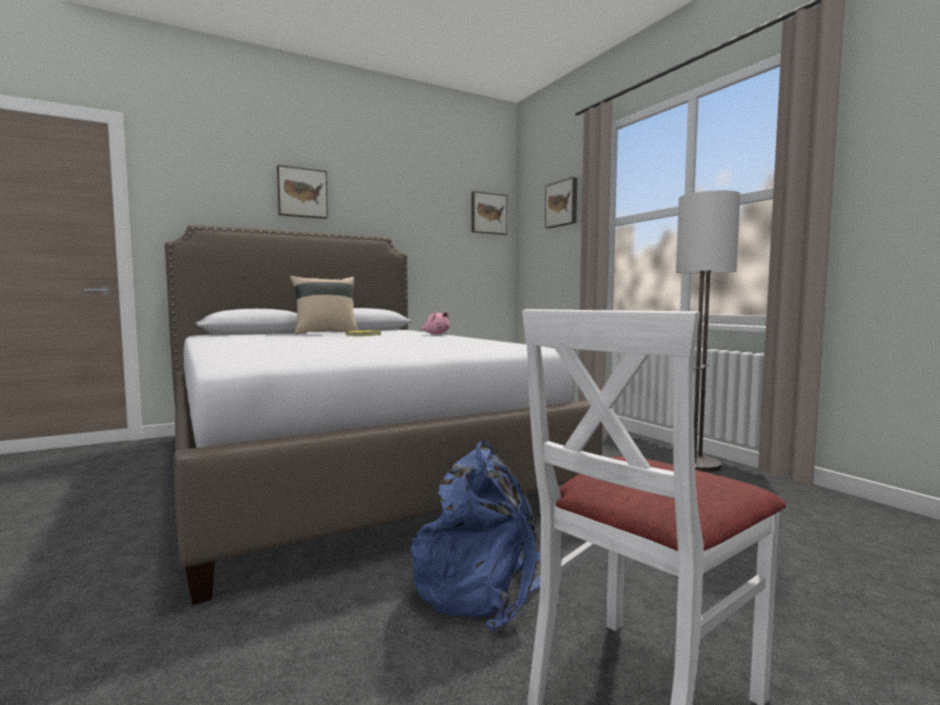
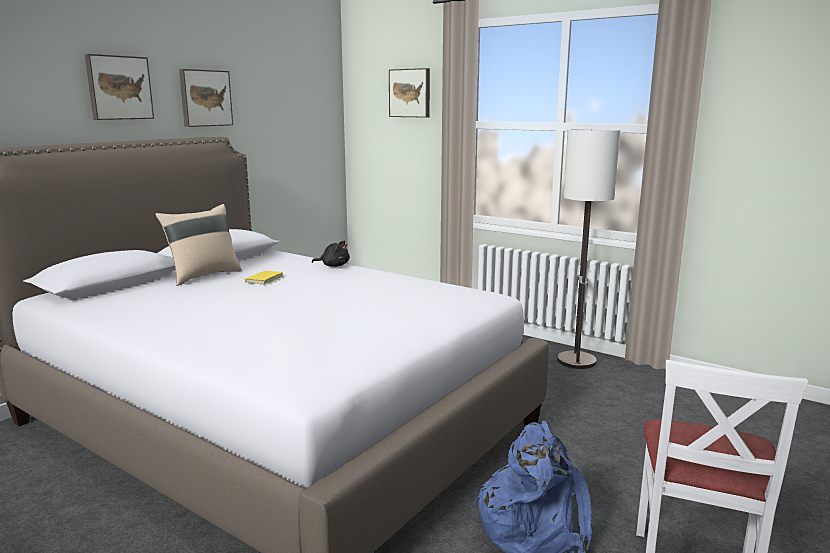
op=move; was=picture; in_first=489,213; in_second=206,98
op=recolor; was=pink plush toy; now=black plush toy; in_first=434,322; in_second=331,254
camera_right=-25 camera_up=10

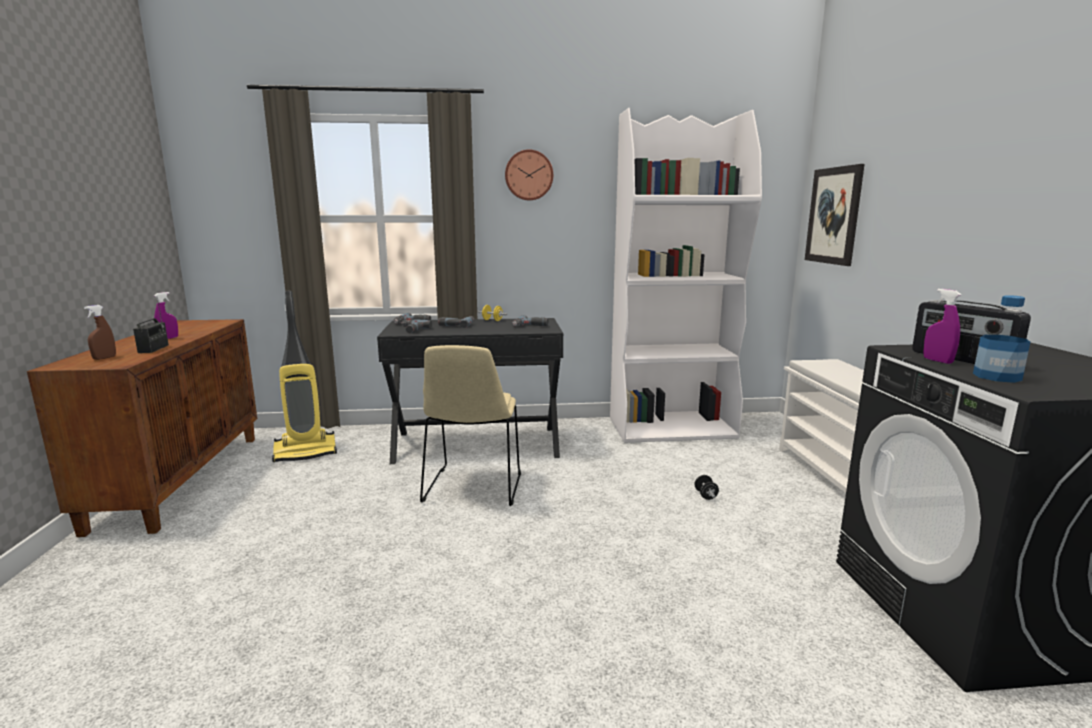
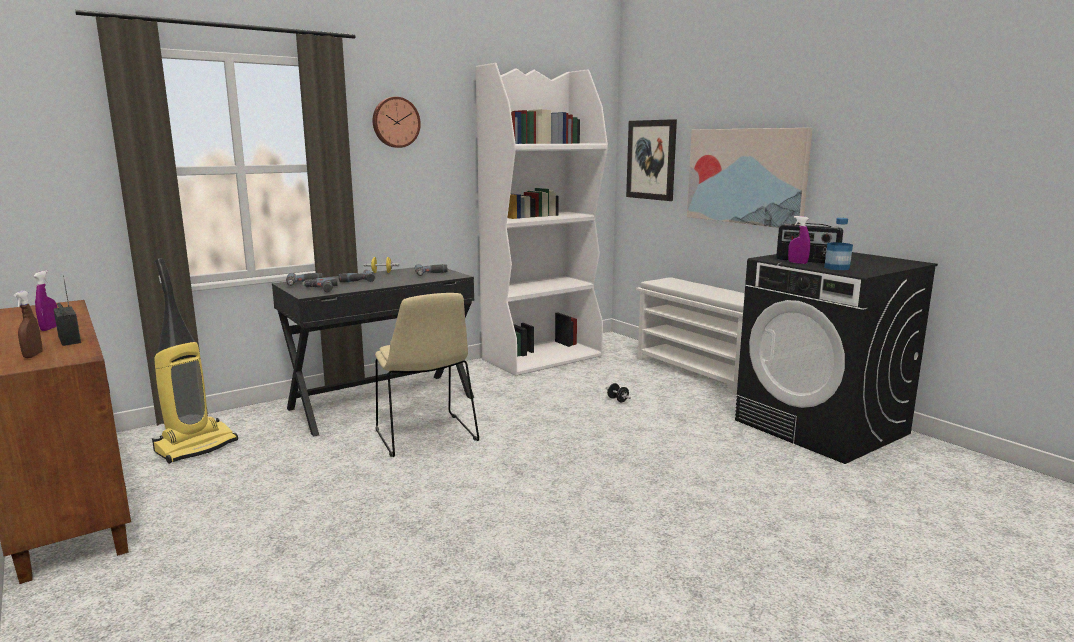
op=insert; now=picture; in_second=749,178
camera_right=-30 camera_up=0

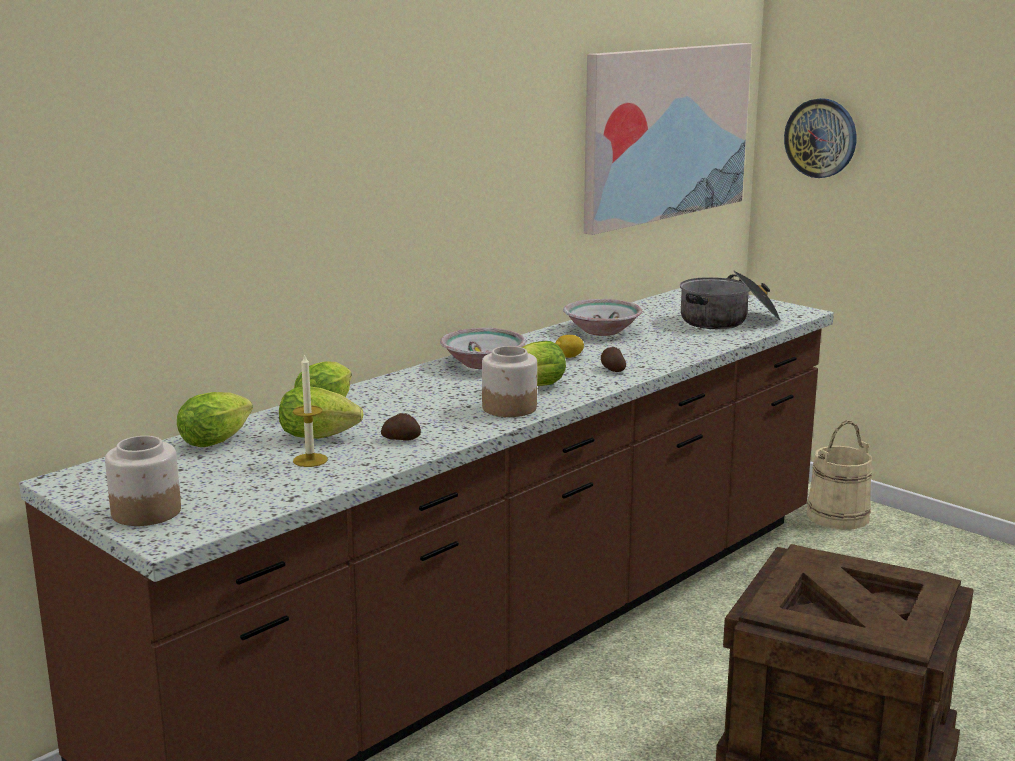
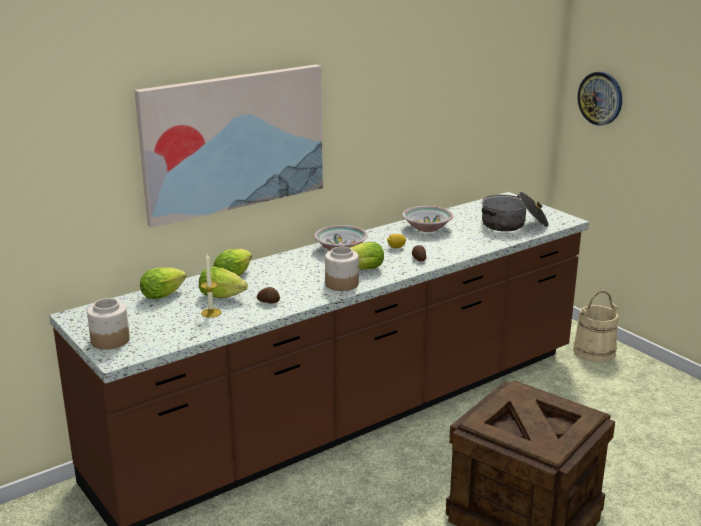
op=move; was=picture; in_first=668,139; in_second=229,146
camera_right=10 camera_up=5

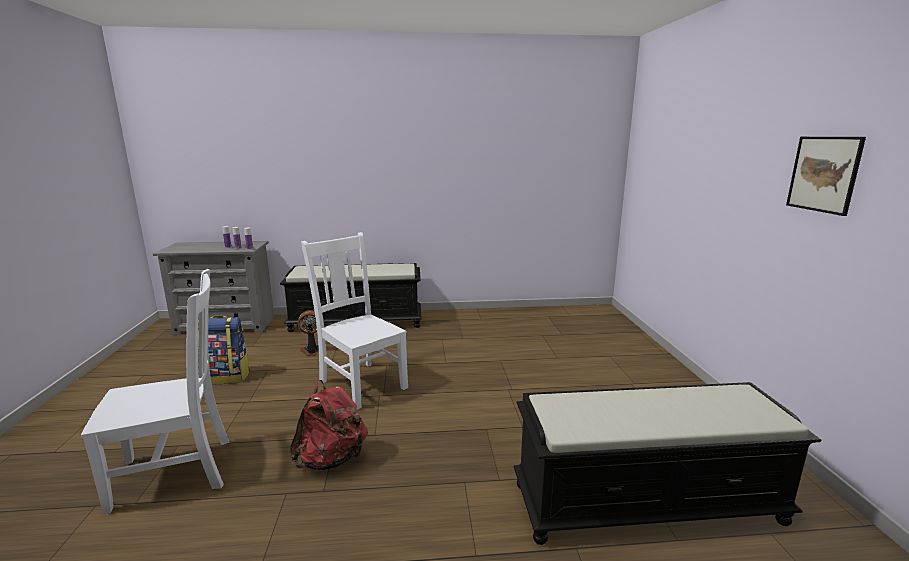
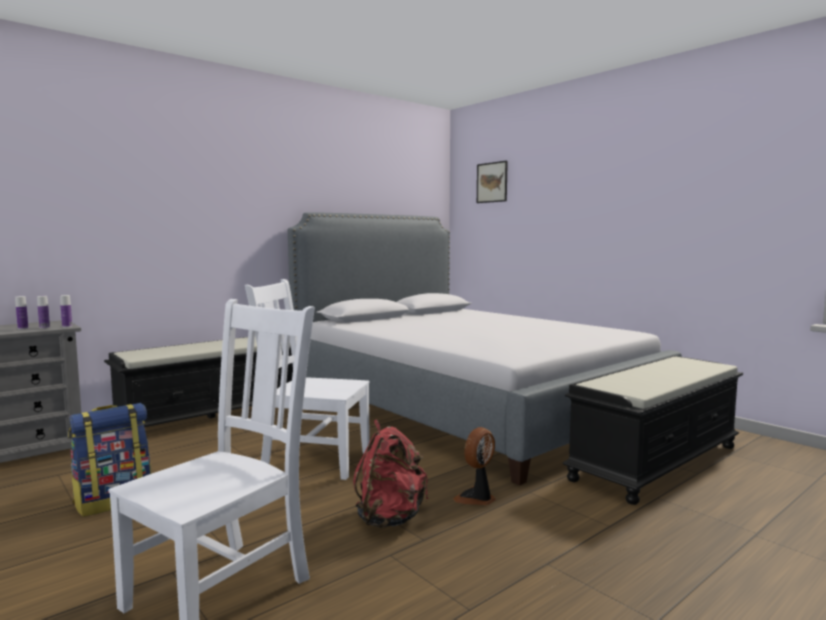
op=move; was=picture; in_first=826,176; in_second=492,182
op=move; was=fan; in_first=308,333; in_second=474,466
op=insert; now=bed; in_second=485,348
camera_right=-35 camera_up=-10

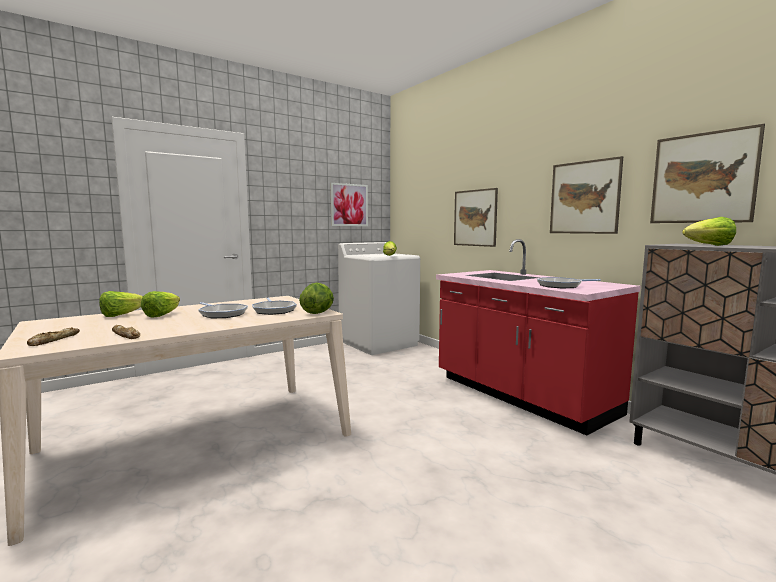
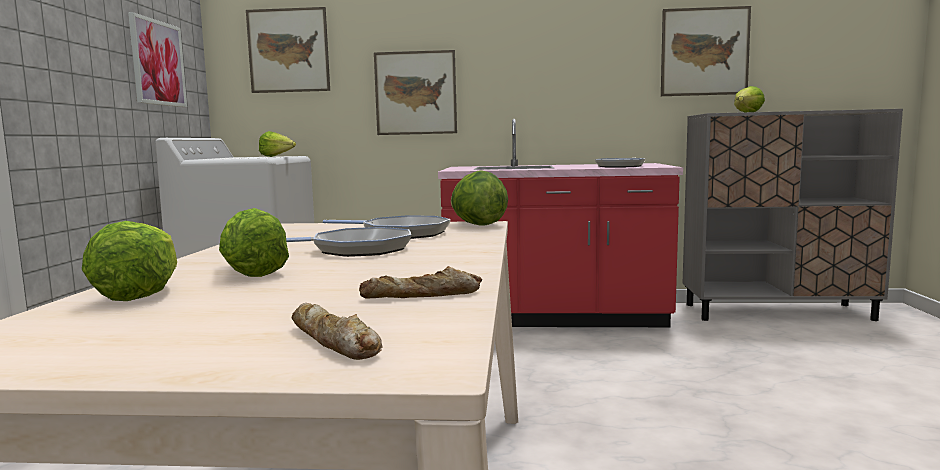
op=move; was=picture; in_first=586,195; in_second=288,50
camera_right=-50 camera_up=0

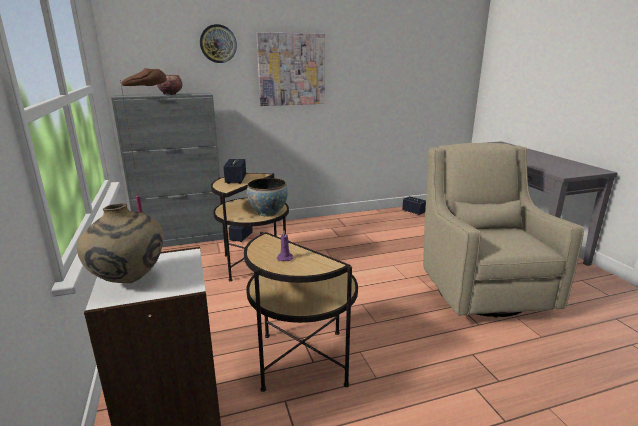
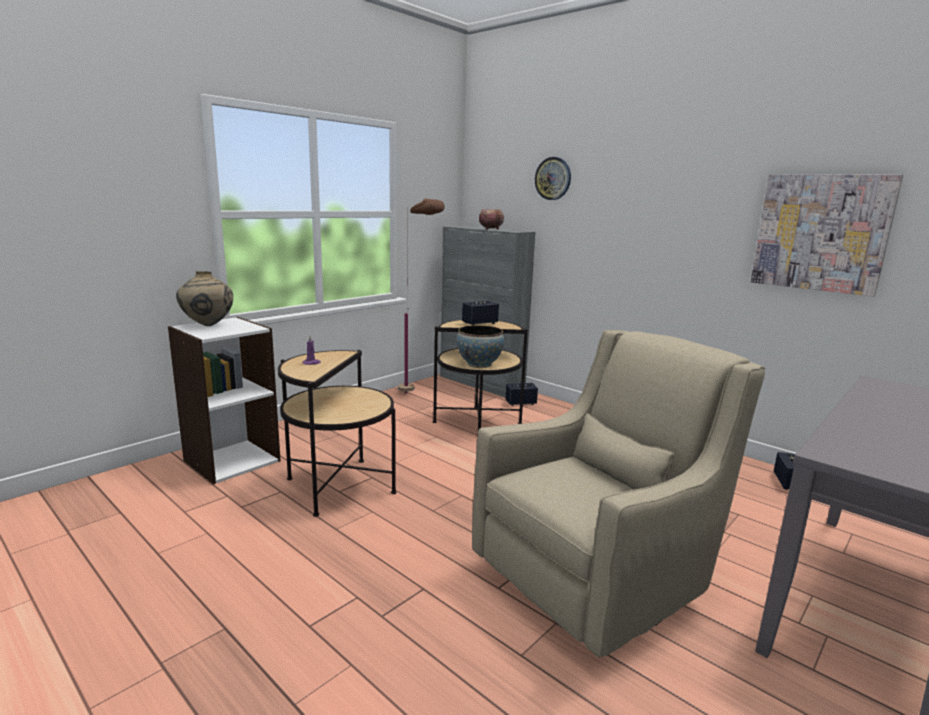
op=move; was=picture; in_first=291,69; in_second=827,235
camera_right=60 camera_up=-5

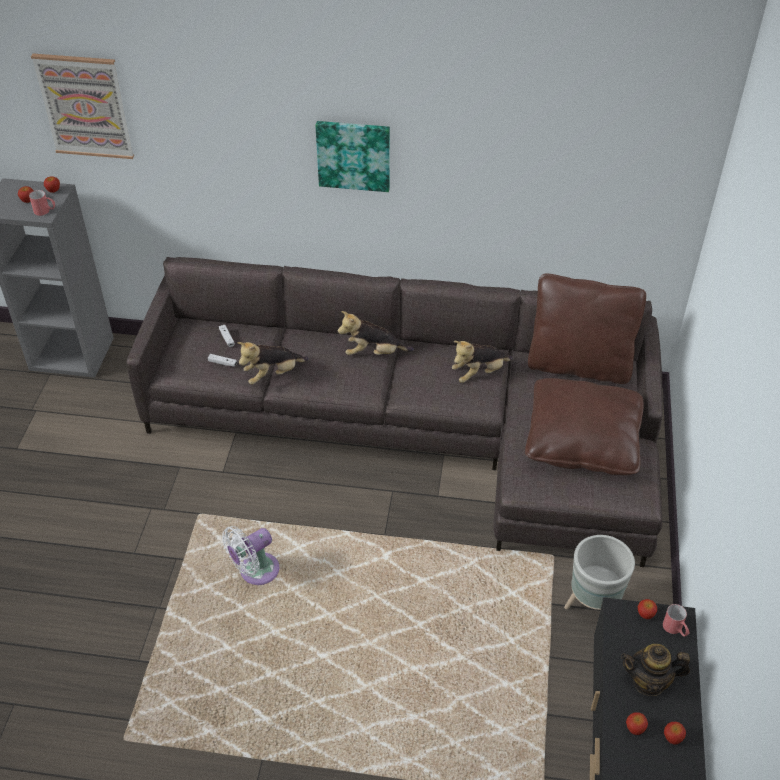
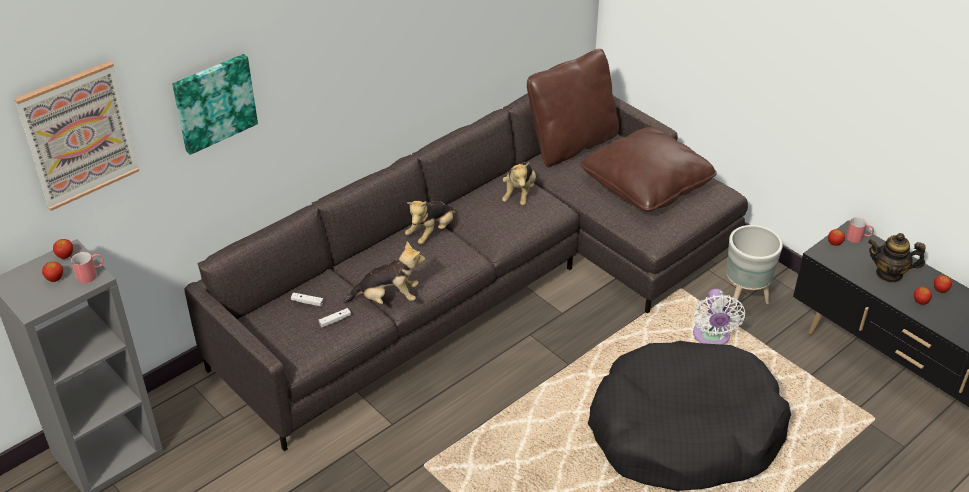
op=move; was=picture; in_first=353,156; in_second=215,104
op=rotate; was=plush toy; in_first=273,363; in_second=384,272; clockwise=-105
op=move; was=white fan; in_first=251,555; in_second=719,317
op=rotate; was=teapot; in_first=655,670; in_second=896,258; clockwise=60
op=insert; now=black dog bed; in_second=689,416
camera_right=-50 camera_up=-5

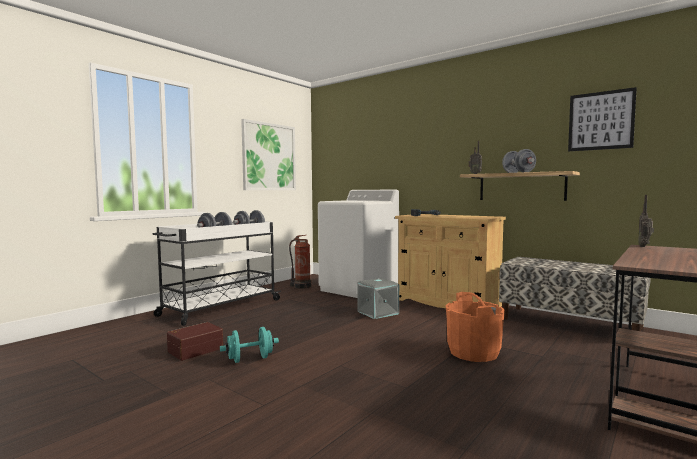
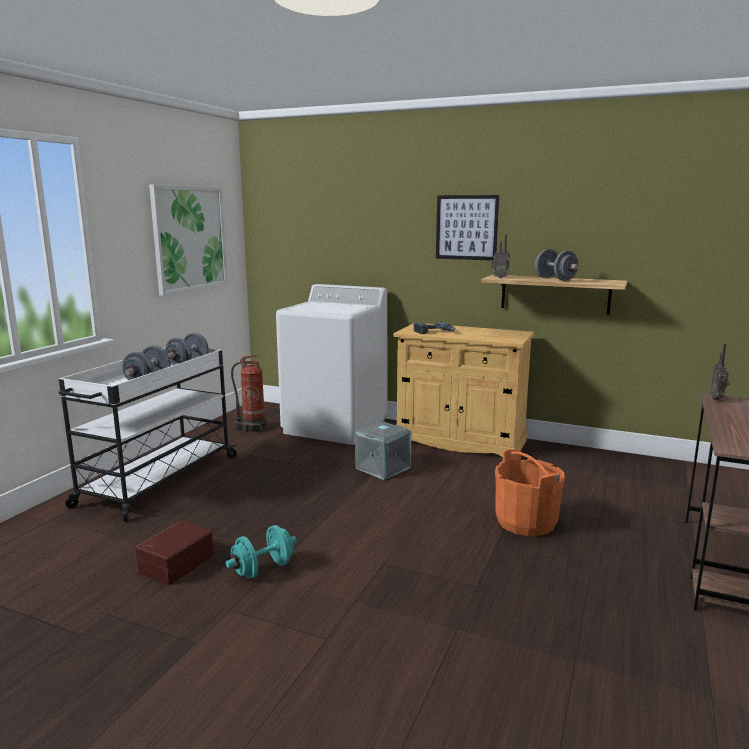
op=move; was=picture; in_first=602,119; in_second=467,228
op=delete; was=bench; in_first=575,294
camera_right=-15 camera_up=10

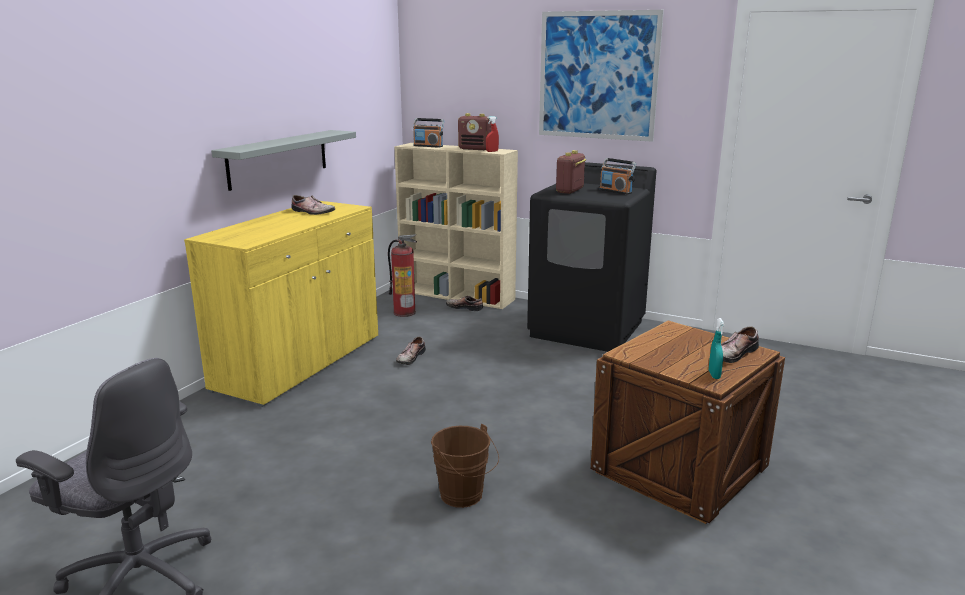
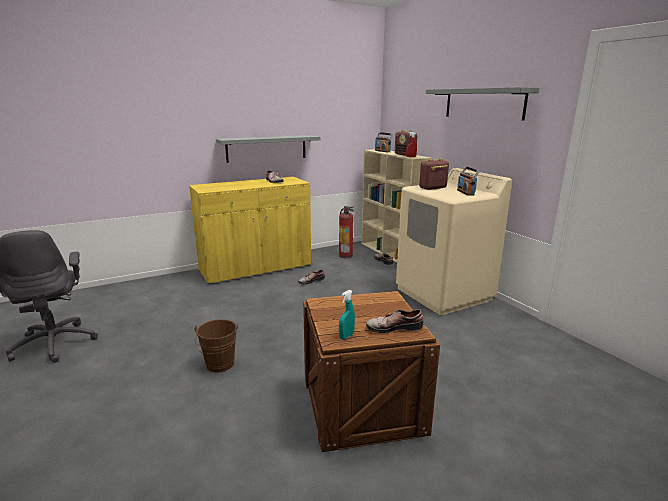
op=replace; was=picture; now=grey shelf; in_first=601,76; in_second=482,104
op=recolor; was=black washing machine; now=beige washing machine; in_first=591,257; in_second=454,241
camera_right=35 camera_up=0

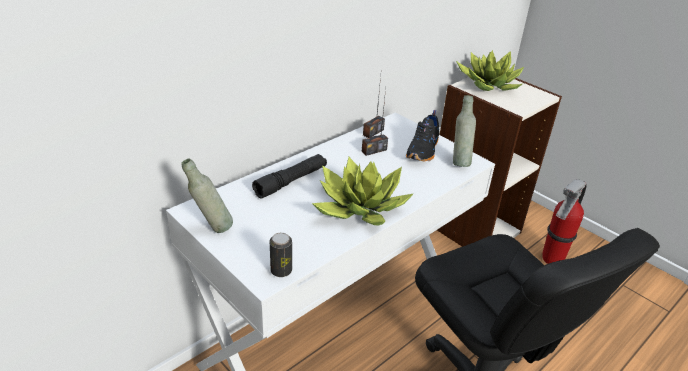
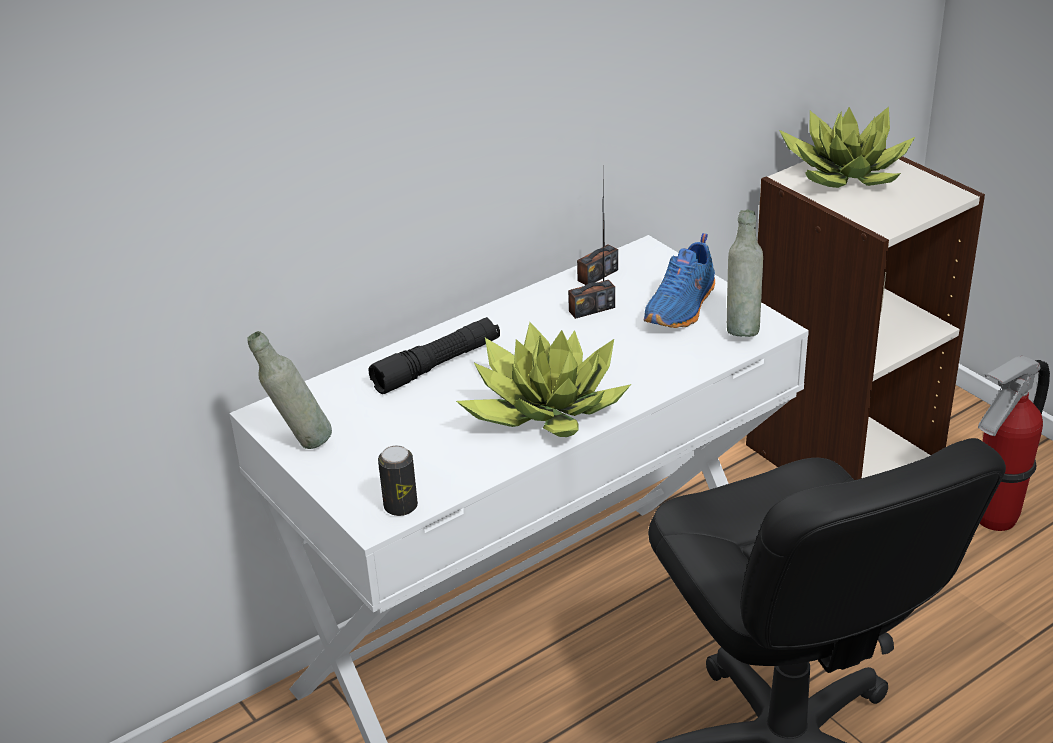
op=recolor; was=black shoe; now=blue shoe; in_first=422,135; in_second=679,280
camera_right=10 camera_up=0

